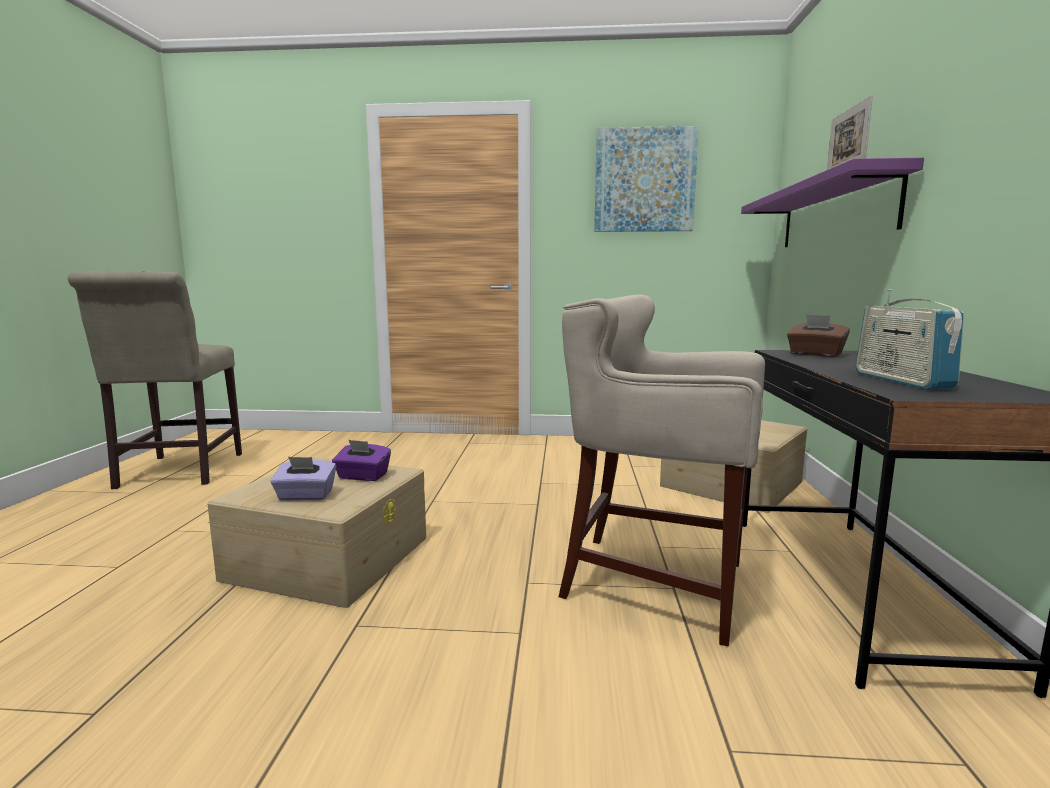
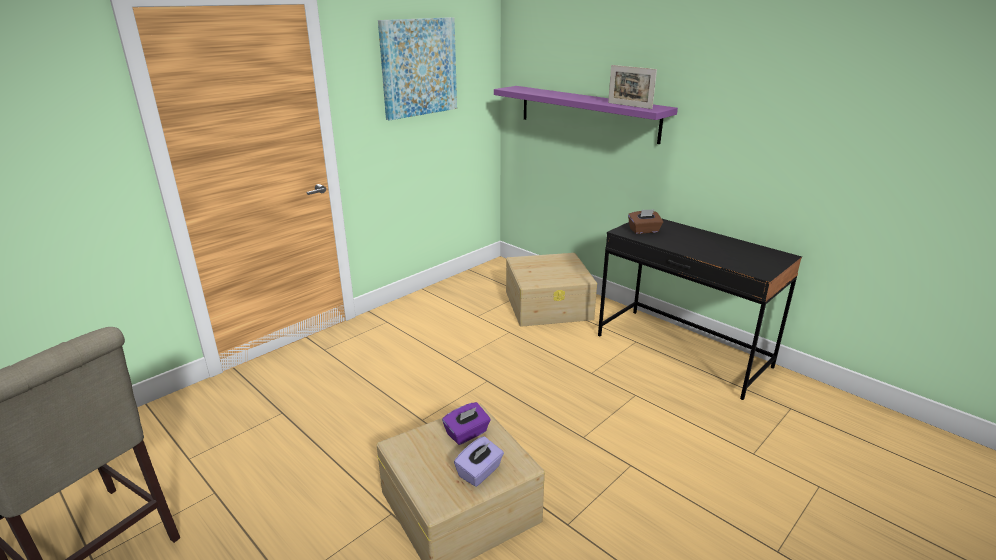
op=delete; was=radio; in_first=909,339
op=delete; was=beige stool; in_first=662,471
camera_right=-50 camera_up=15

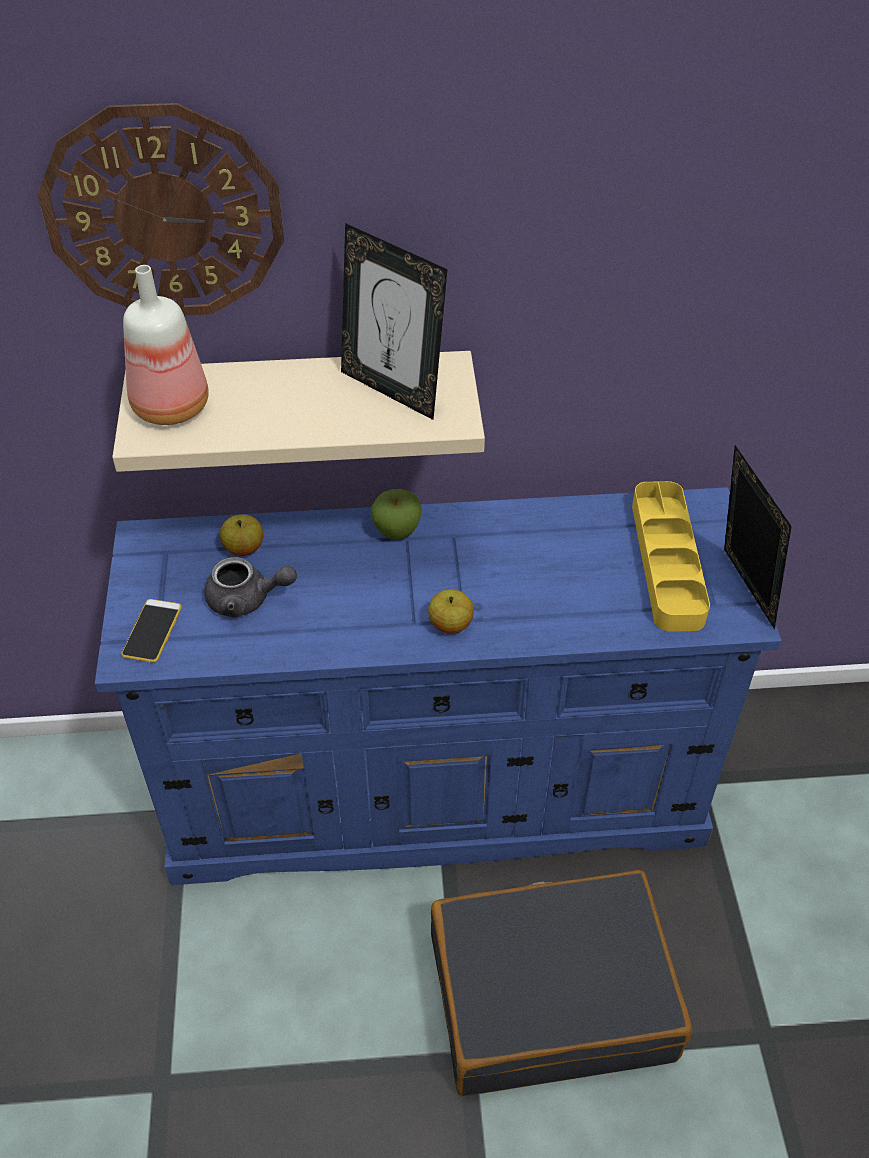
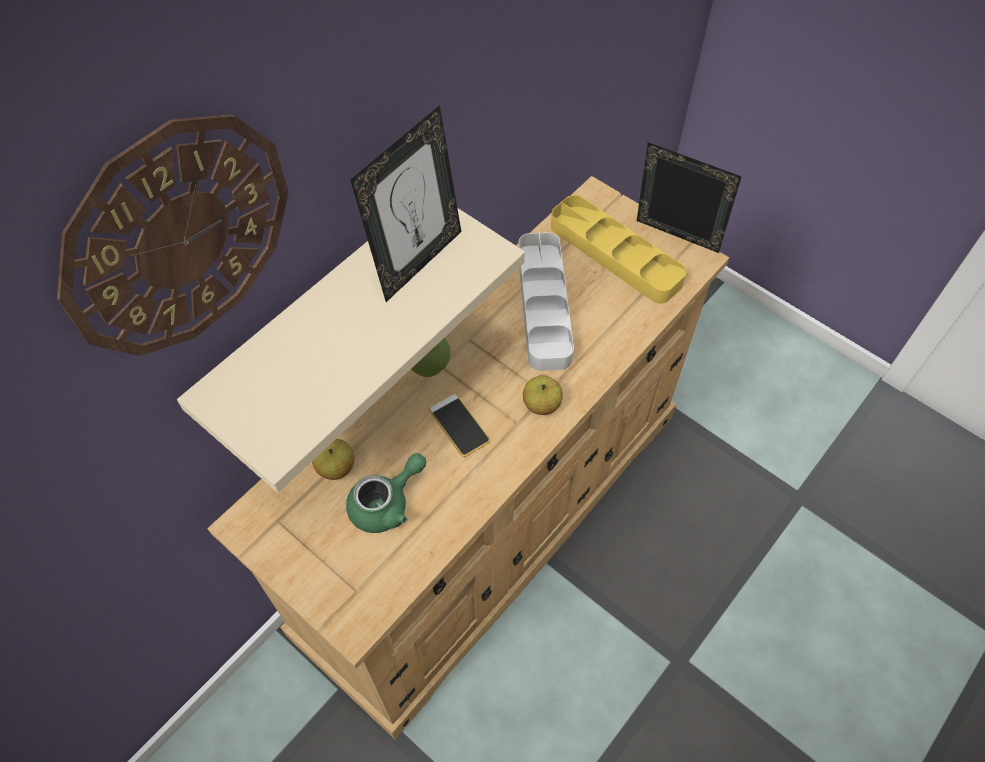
op=rotate; was=picture frame; in_first=394,321; in_second=405,203; clockwise=-45
op=delete; was=bottle; in_first=166,345
op=recolor; was=blue dresser; now=beige dresser; in_first=438,686; in_second=468,457
op=recolor; was=grey teapot; now=green teapot; in_first=251,587; in_second=386,493
op=move; was=phone; in_first=151,631; in_second=459,425
op=delete; was=black suitcase; in_first=561,983
op=insert; now=grey tray; in_second=546,301
camera_right=-45 camera_up=10

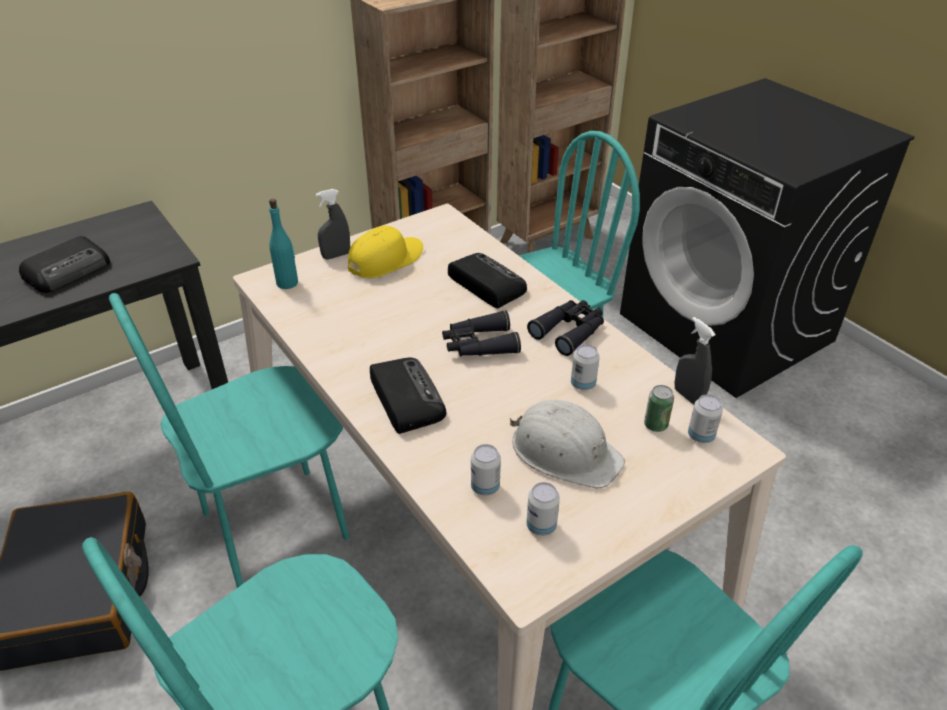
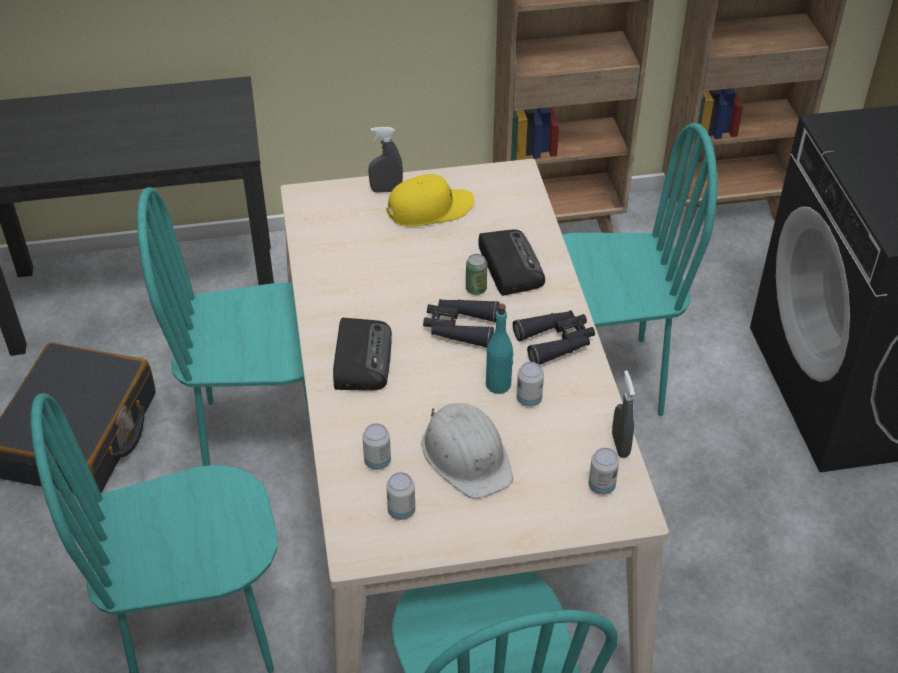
op=move; was=turquoise bottle; in_first=283,244; in_second=500,349
op=delete; was=radio; in_first=64,264
op=move; was=can; in_first=659,408; in_second=476,274
camera_right=25 camera_up=5

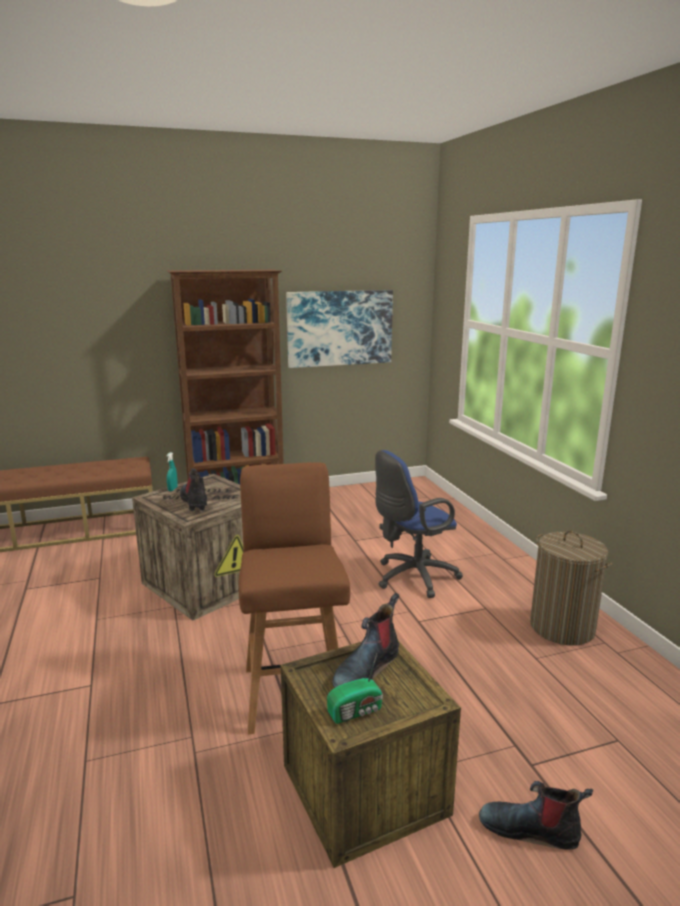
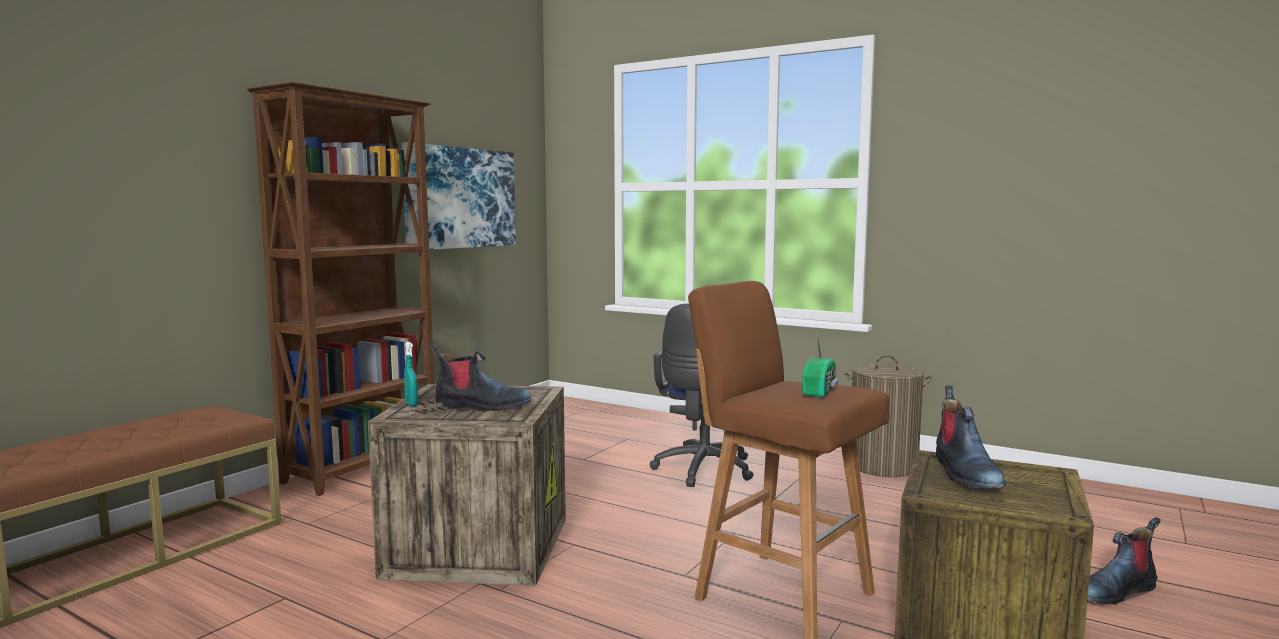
op=rotate; was=boot; in_first=193,489; in_second=480,377; clockwise=150
op=move; was=radio; in_first=355,689; in_second=820,365
camera_right=-40 camera_up=-10

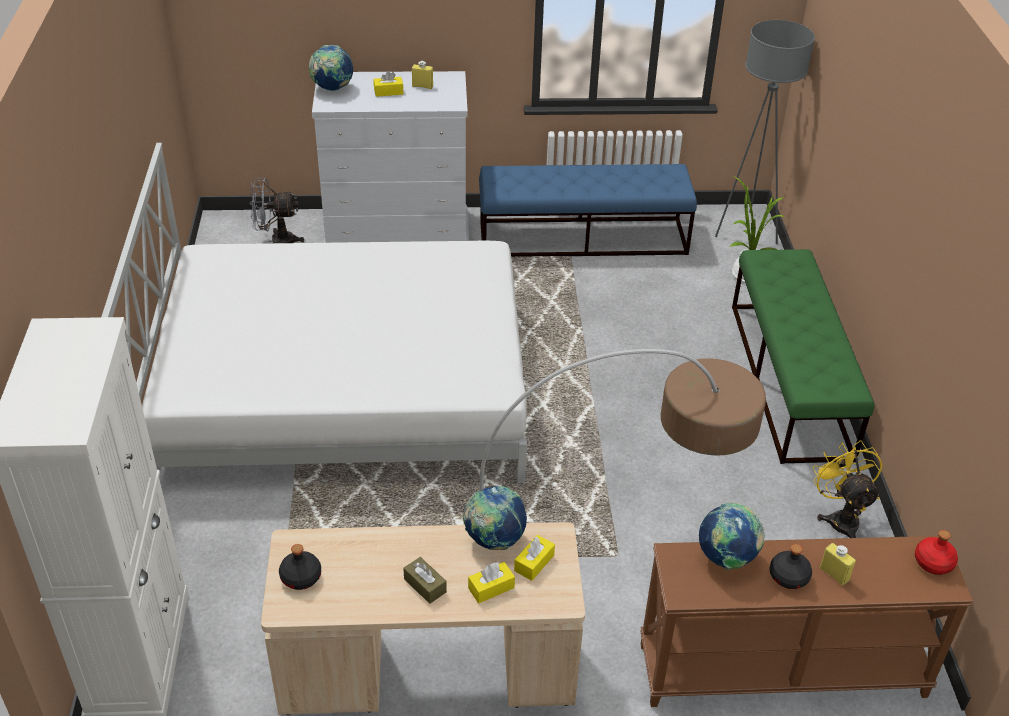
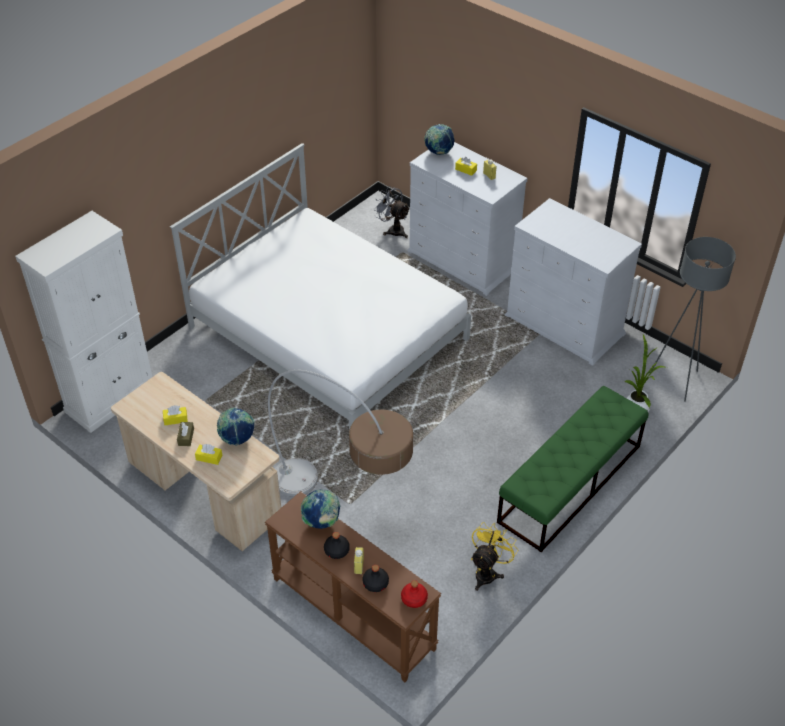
op=replace; was=blue bench; now=white dresser; in_first=588,210; in_second=573,282
op=move; was=yellow tissue box; in_first=534,558; in_second=175,415
op=move; was=black bottle; in_first=300,567; in_second=375,578
camera_right=45 camera_up=5

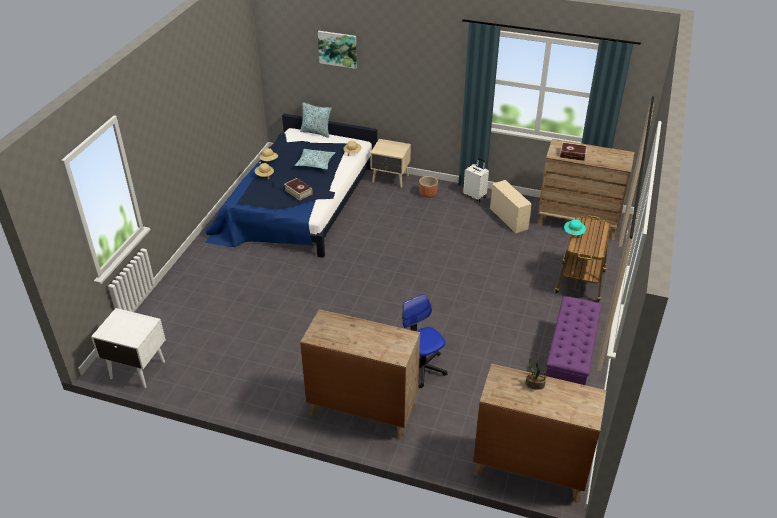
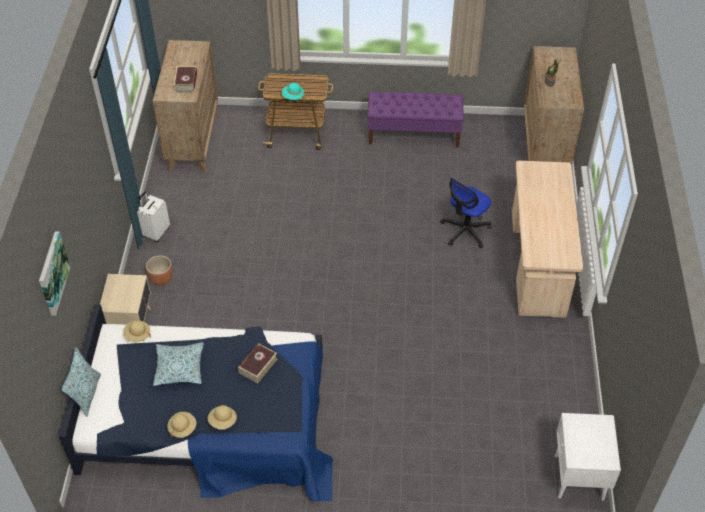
op=delete; was=beige storage box; in_first=511,207
op=replace; was=brown dresser; now=beige desk; in_first=360,374; in_second=547,239
camera_right=-105 camera_up=10

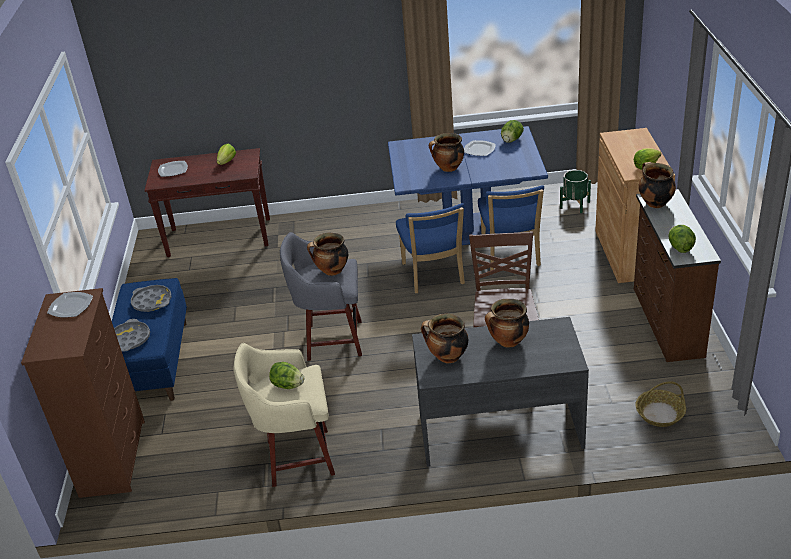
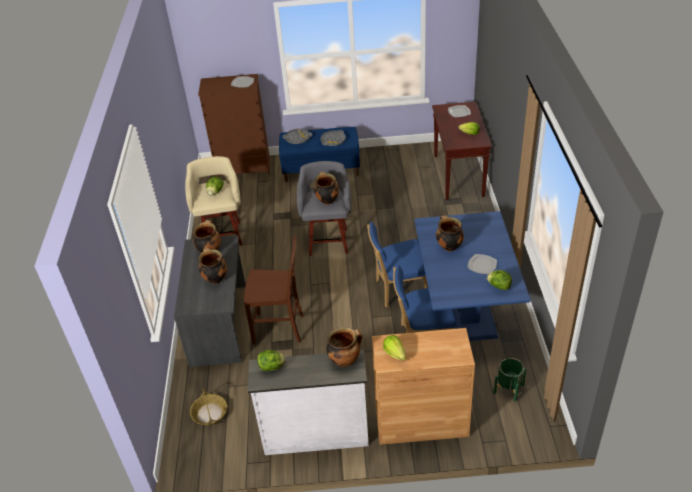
op=recolor; was=brown dresser; now=white dresser; in_first=677,275; in_second=308,402
camera_right=90 camera_up=5

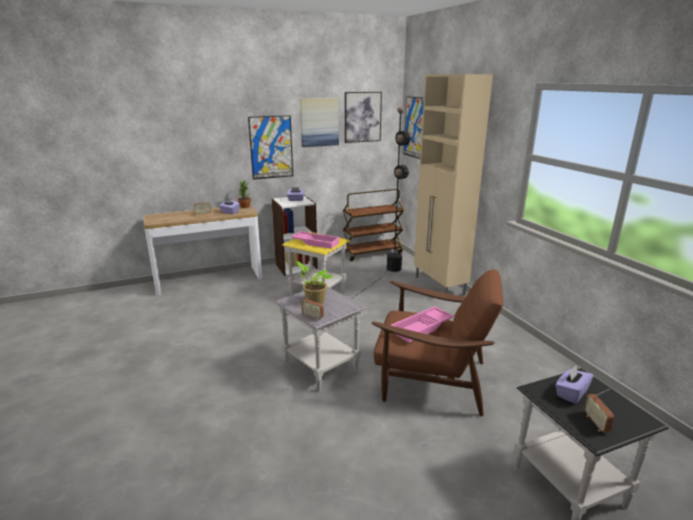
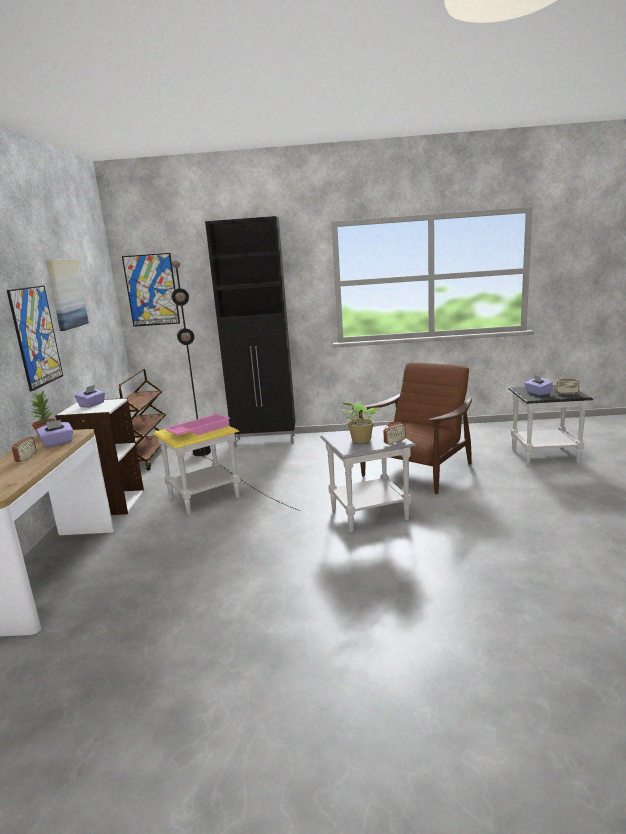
op=recolor; was=beige cabinet; now=black cabinet; in_first=453,184; in_second=250,331
op=delete; was=picture; in_first=363,117
op=delete; was=pink tray; in_first=422,324
camera_right=-65 camera_up=-5

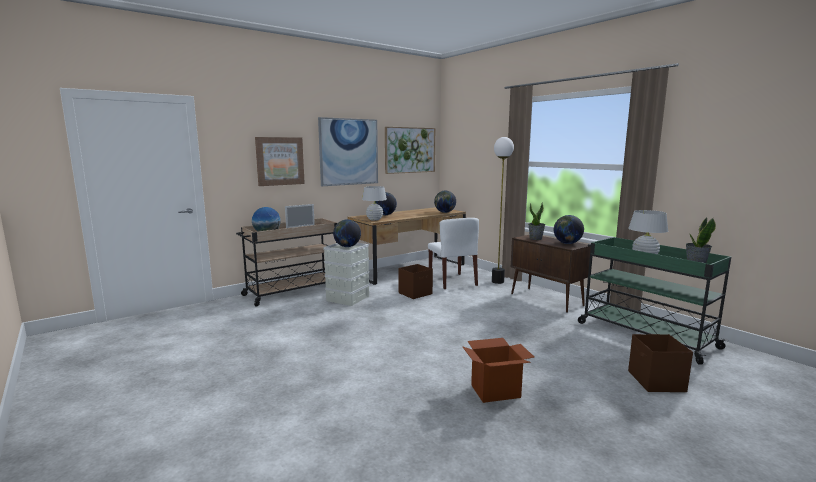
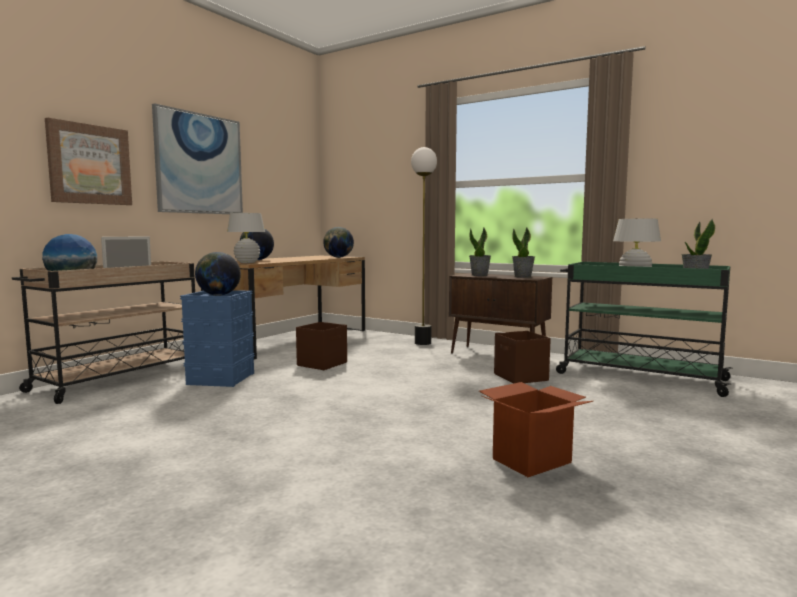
op=delete; was=picture; in_first=410,150
op=replace; was=globe; now=potted plant; in_first=569,229; in_second=523,252
op=delete; was=white chair; in_first=453,253
op=recolor; was=grey storage box; now=blue storage box; in_first=346,274; in_second=217,338
op=move; was=brown storage box; in_first=660,363; in_second=522,357
camera_right=-20 camera_up=-5

